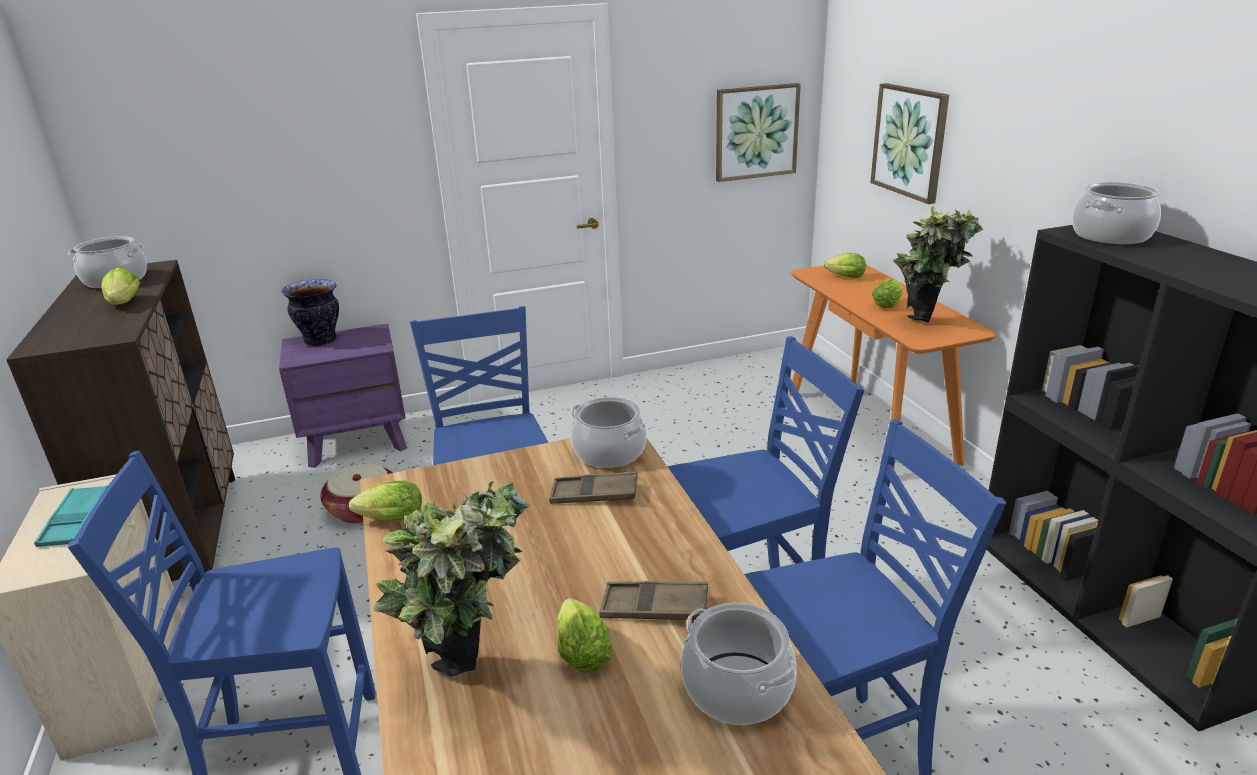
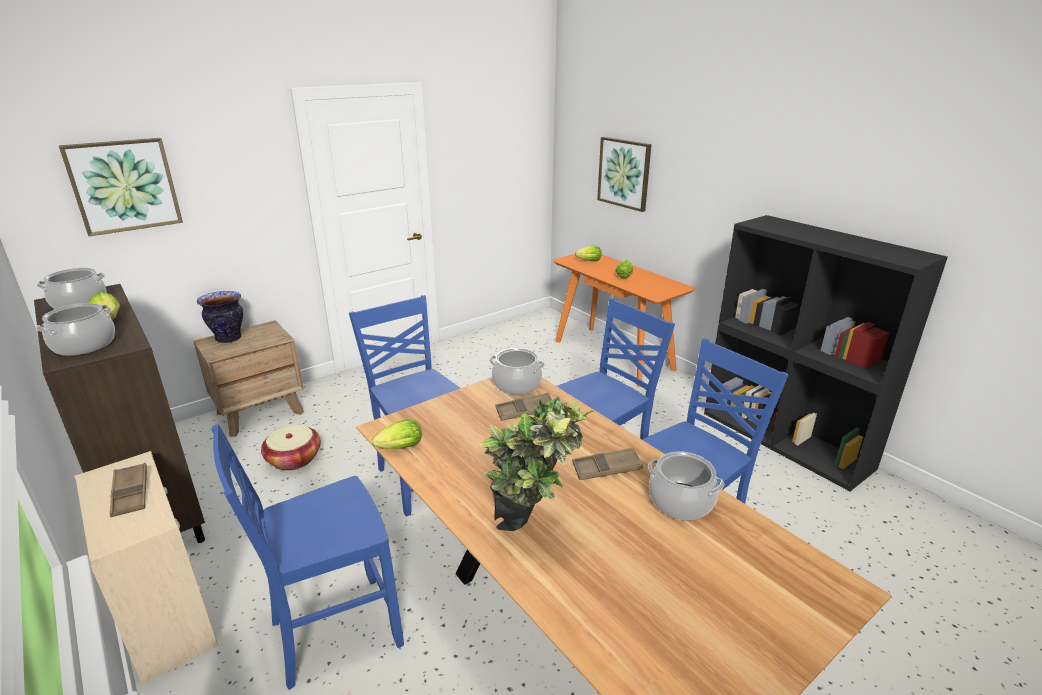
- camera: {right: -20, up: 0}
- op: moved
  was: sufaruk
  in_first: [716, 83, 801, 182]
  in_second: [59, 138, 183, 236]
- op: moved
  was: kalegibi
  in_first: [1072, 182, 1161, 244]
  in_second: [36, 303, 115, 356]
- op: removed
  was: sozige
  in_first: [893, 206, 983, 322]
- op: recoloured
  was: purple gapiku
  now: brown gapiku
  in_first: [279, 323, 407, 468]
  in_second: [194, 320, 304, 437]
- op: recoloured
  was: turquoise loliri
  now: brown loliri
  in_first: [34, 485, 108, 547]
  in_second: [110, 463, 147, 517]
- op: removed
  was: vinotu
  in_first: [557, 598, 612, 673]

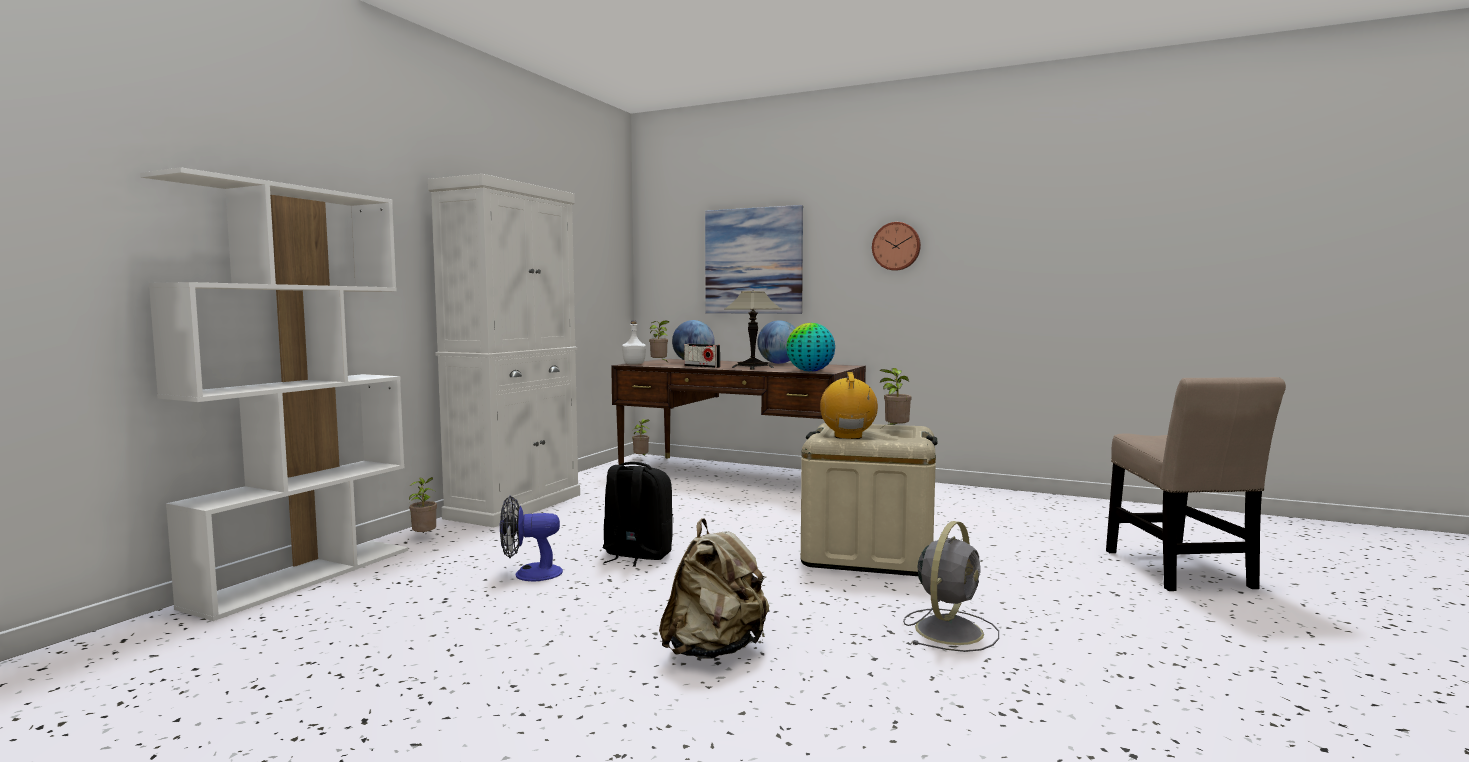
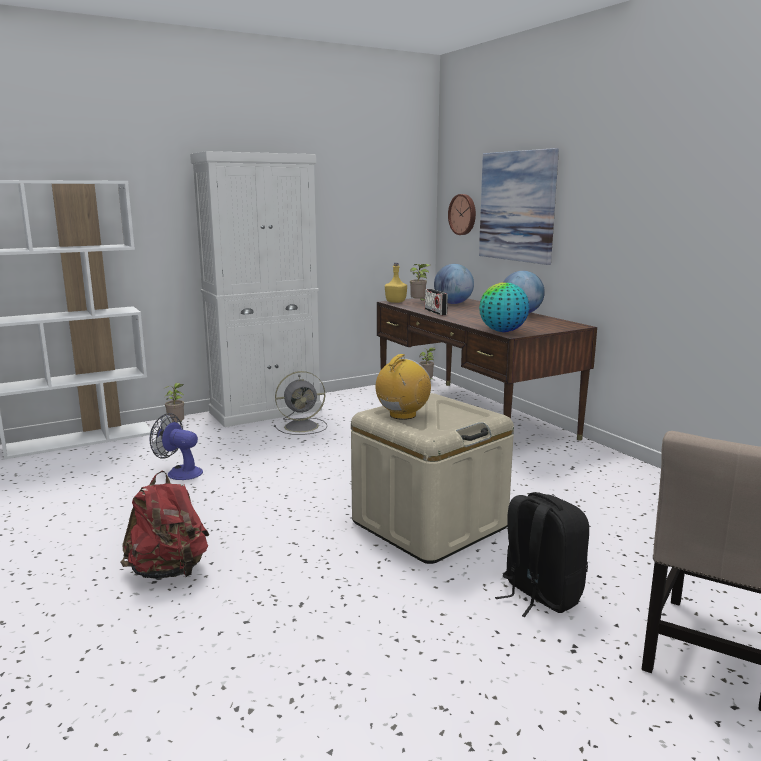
- camera: {right: 35, up: 10}
- op: moved
  was: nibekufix
  in_first: [872, 222, 921, 271]
  in_second: [448, 194, 476, 235]
- op: removed
  was: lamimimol
  in_first: [725, 291, 781, 370]
- op: recoloured
  was: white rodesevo
  now: yellow rodesevo
  in_first: [622, 321, 646, 365]
  in_second: [385, 263, 407, 303]
- op: removed
  was: sozige
  in_first: [880, 368, 912, 426]
- op: moved
  was: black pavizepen
  in_first: [603, 462, 673, 567]
  in_second: [495, 492, 589, 617]
- op: recoloured
  was: beige pavizepen
  now: red pavizepen
  in_first: [659, 518, 769, 659]
  in_second: [120, 471, 210, 579]
- op: moved
  was: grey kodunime
  in_first: [903, 521, 999, 652]
  in_second: [274, 371, 327, 435]

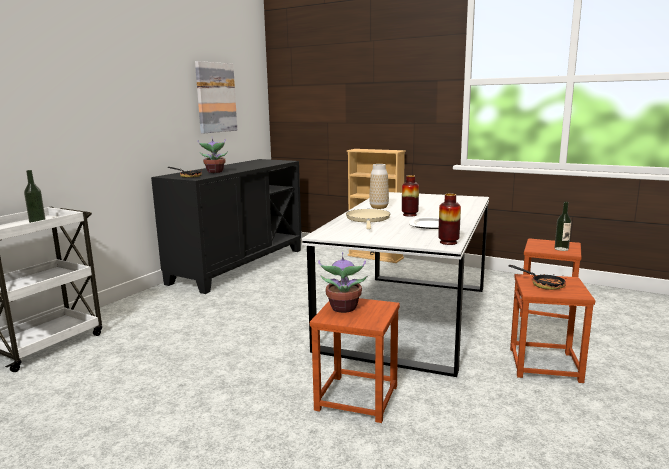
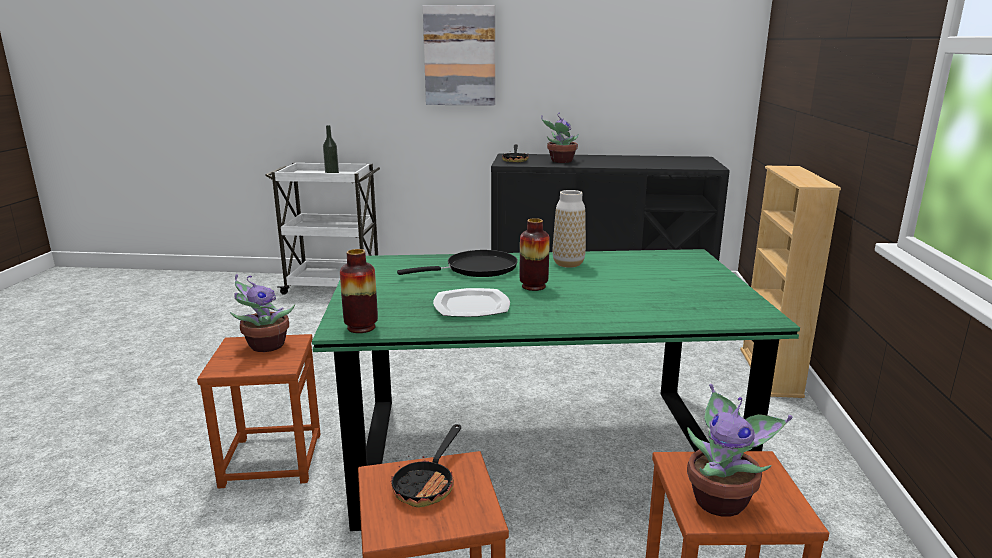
- camera: {right: 65, up: 5}
- op: moved
  was: sufaruk
  in_first: [195, 61, 237, 134]
  in_second: [423, 5, 495, 106]
- op: recoloured
  was: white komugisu
  now: green komugisu
  in_first: [302, 192, 489, 377]
  in_second: [312, 249, 800, 531]
- op: replaced
  was: rodesevo
  now: sozige
  in_first: [555, 202, 571, 251]
  in_second: [687, 384, 792, 517]
- op: recoloured
  was: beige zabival
  now: black zabival
  in_first: [346, 209, 391, 229]
  in_second: [397, 250, 518, 277]

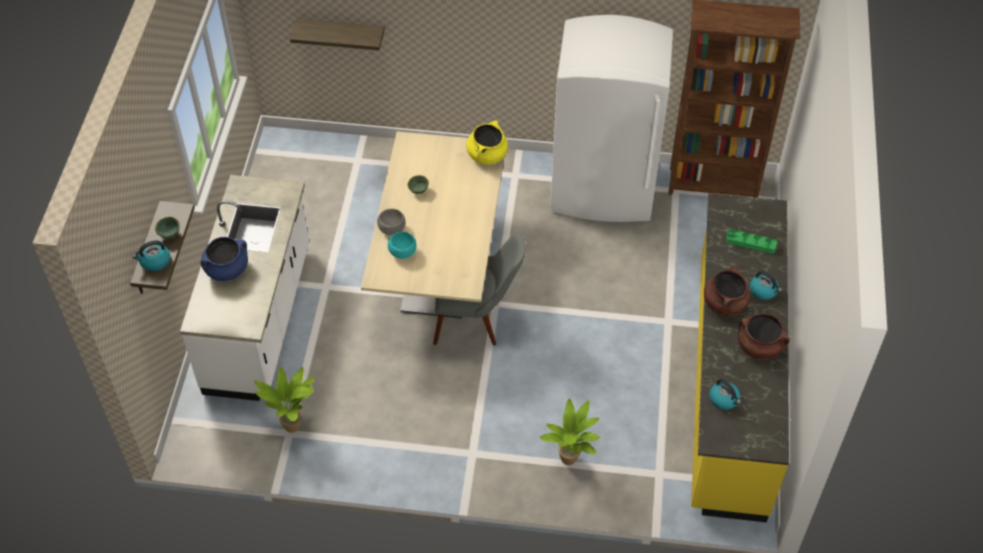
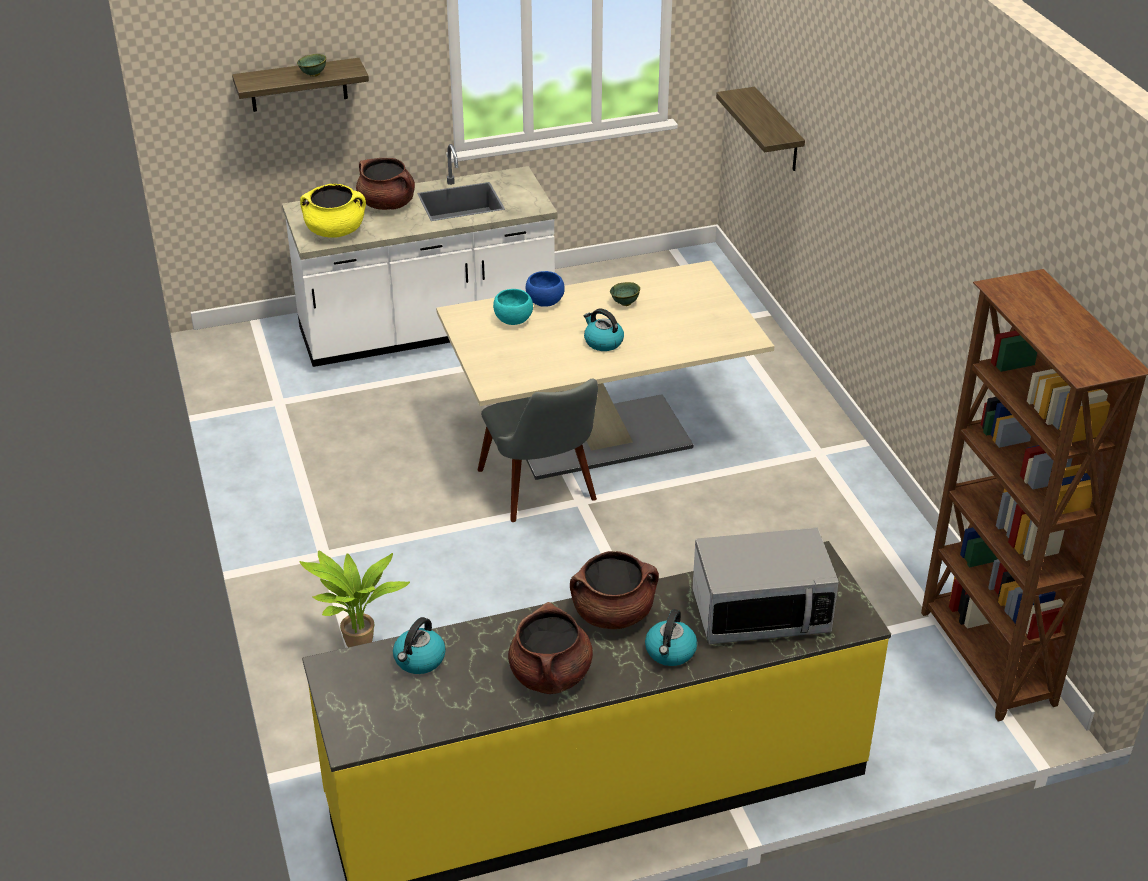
- camera: {right: 65, up: -15}
- op: removed
  was: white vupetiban
  in_first: [550, 15, 673, 222]
- op: moved
  was: yellow kalegibi
  in_first: [466, 120, 508, 165]
  in_second: [300, 184, 366, 238]
- op: recoloured
  was: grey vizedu
  now: blue vizedu
  in_first: [377, 209, 405, 235]
  in_second: [526, 271, 565, 307]
- op: replaced
  was: green loliri
  now: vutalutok
  in_first: [726, 229, 777, 254]
  in_second: [692, 528, 839, 644]
- op: recoloured
  was: blue kalegibi
  now: brown kalegibi
  in_first: [200, 237, 248, 281]
  in_second: [356, 158, 415, 210]
- op: moved
  was: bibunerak
  in_first: [132, 241, 170, 271]
  in_second: [584, 308, 624, 351]
- op: removed
  was: sozige
  in_first: [254, 367, 314, 433]

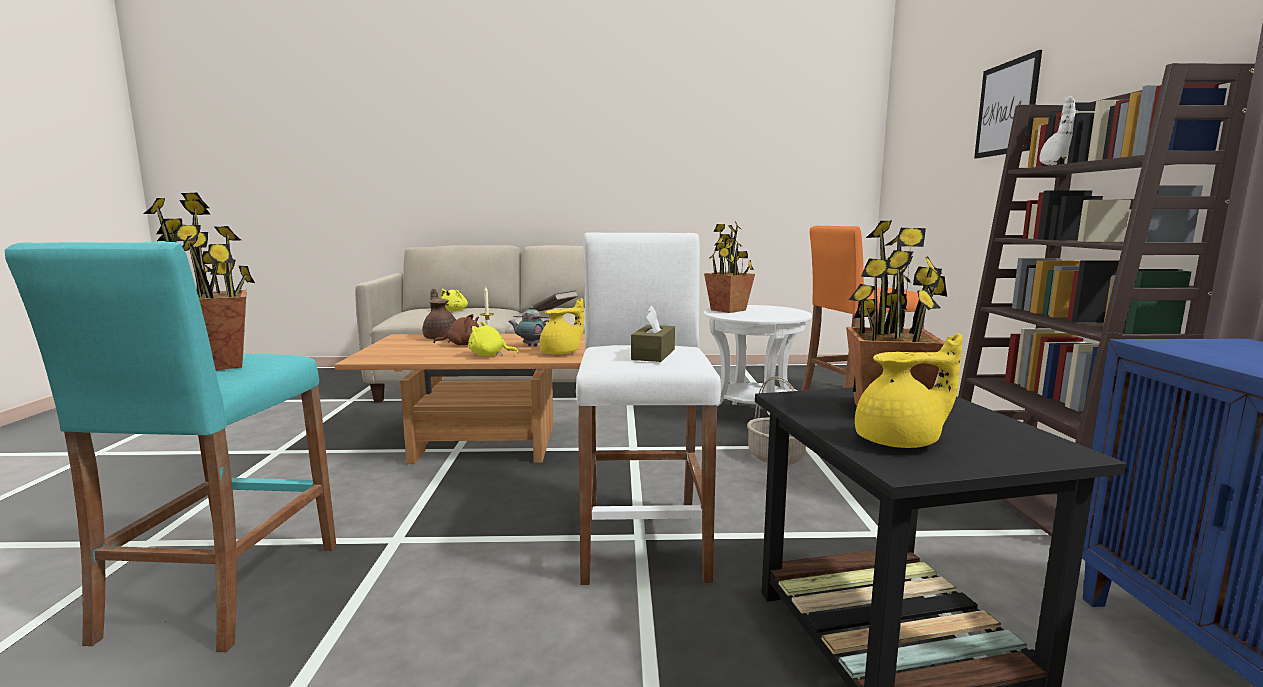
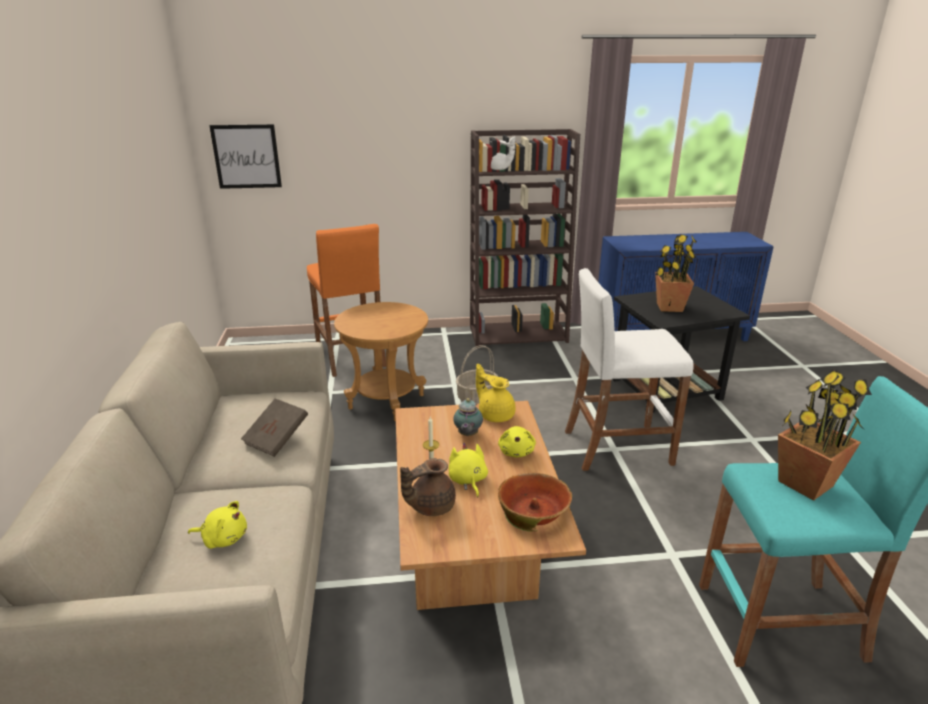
- camera: {right: -95, up: 15}
- op: moved
  was: sufaruk
  in_first: [974, 50, 1042, 159]
  in_second: [209, 124, 282, 189]
- op: removed
  was: sozige
  in_first: [704, 221, 755, 313]
- op: recoloured
  was: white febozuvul
  now: brown febozuvul
  in_first: [703, 305, 812, 415]
  in_second: [334, 302, 428, 421]
- op: removed
  was: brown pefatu
  in_first: [631, 306, 675, 362]
- op: recoloured
  was: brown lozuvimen
  now: yellow lozuvimen
  in_first: [433, 314, 479, 345]
  in_second: [449, 443, 488, 498]
- op: removed
  was: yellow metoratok
  in_first: [855, 333, 963, 448]
- op: added
  now: vizedu
  in_second: [498, 473, 572, 532]

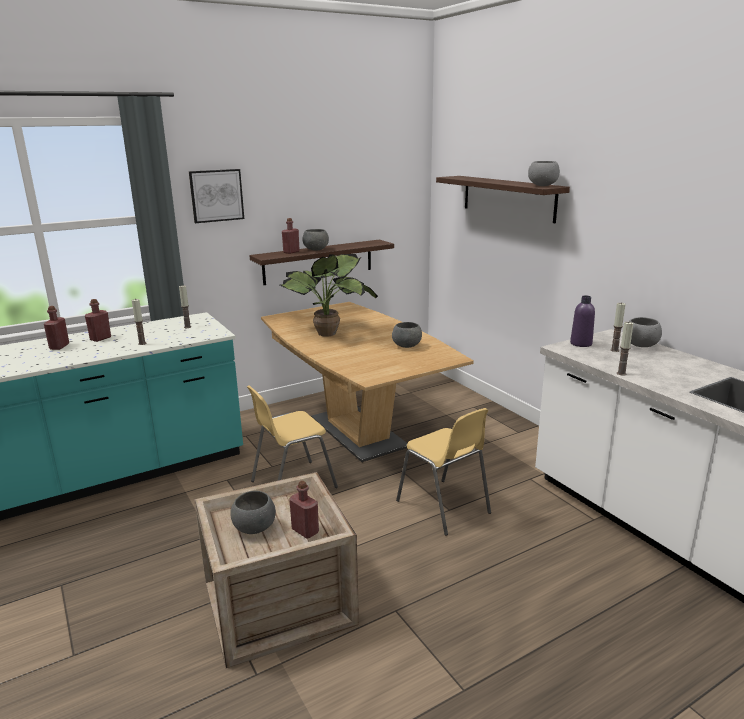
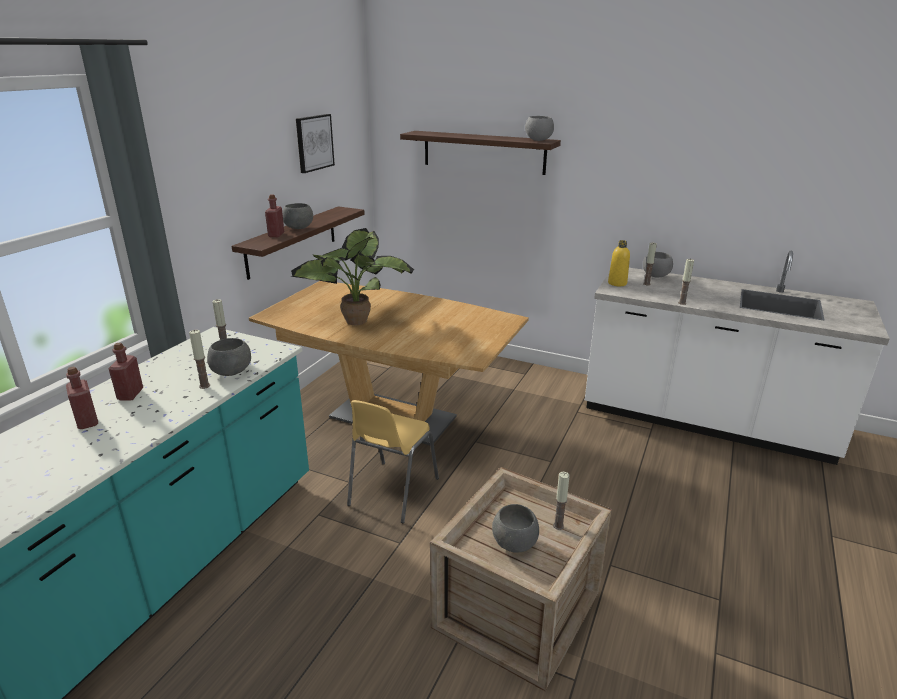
- camera: {right: -35, up: 5}
- op: moved
  was: sufaruk
  in_first: [189, 169, 244, 223]
  in_second: [296, 114, 335, 173]
- op: recoloured
  was: purple rodesevo
  now: yellow rodesevo
  in_first: [570, 295, 595, 347]
  in_second: [608, 240, 630, 286]
- op: moved
  was: grey vizedu
  in_first: [392, 322, 422, 348]
  in_second: [207, 338, 251, 376]
- op: removed
  was: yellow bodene
  in_first: [396, 408, 491, 536]
- op: replaced
  was: red rodesevo
  now: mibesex
  in_first: [289, 481, 319, 539]
  in_second: [553, 472, 570, 530]

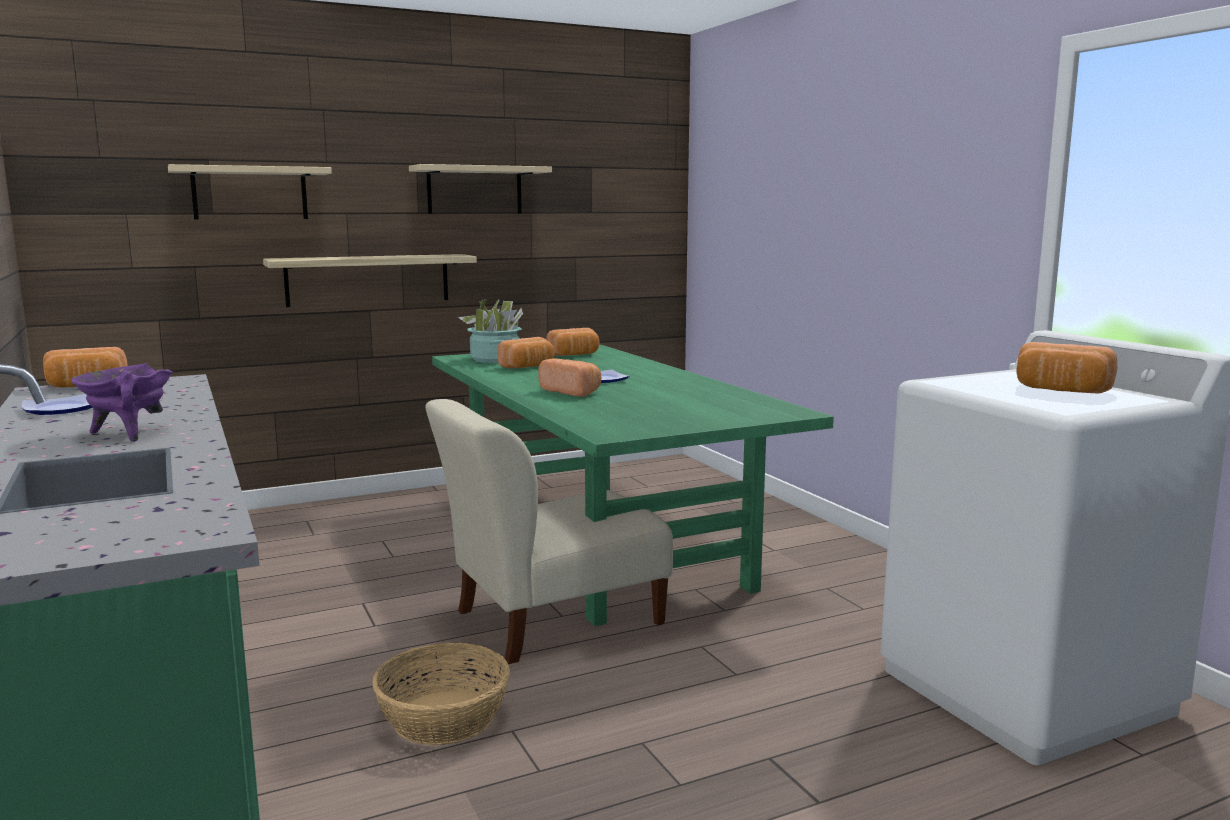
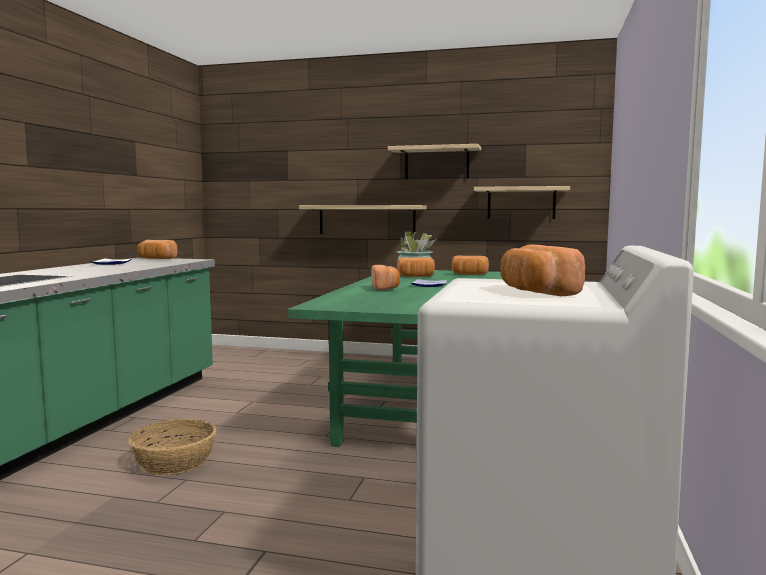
- camera: {right: 40, up: -5}
- op: moved
  was: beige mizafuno
  in_first: [168, 164, 332, 220]
  in_second: [474, 186, 570, 219]
- op: removed
  was: purple kalegibi
  in_first: [71, 363, 173, 442]
- op: removed
  was: beige bodene
  in_first: [426, 399, 673, 664]

